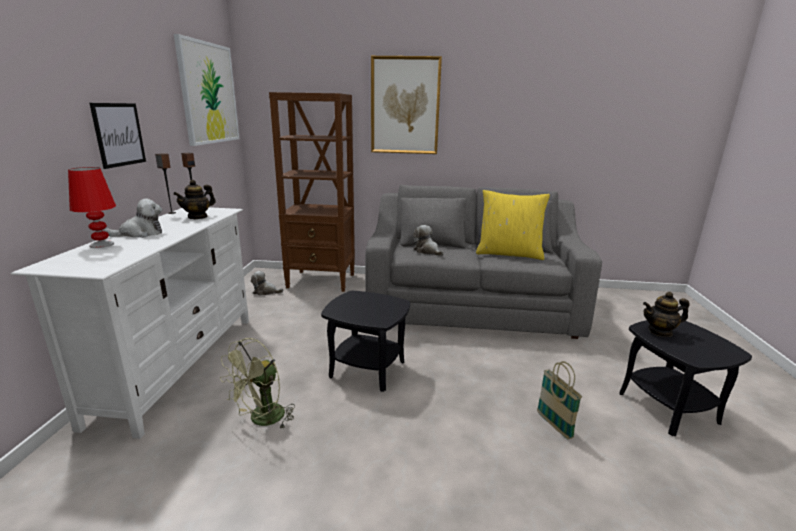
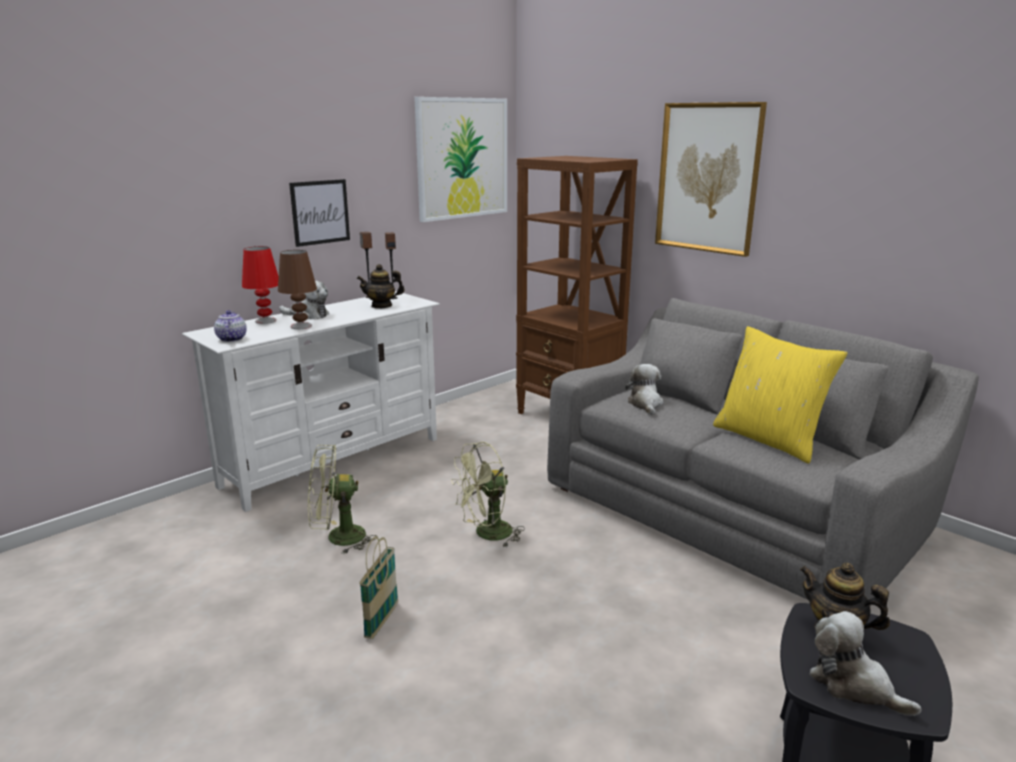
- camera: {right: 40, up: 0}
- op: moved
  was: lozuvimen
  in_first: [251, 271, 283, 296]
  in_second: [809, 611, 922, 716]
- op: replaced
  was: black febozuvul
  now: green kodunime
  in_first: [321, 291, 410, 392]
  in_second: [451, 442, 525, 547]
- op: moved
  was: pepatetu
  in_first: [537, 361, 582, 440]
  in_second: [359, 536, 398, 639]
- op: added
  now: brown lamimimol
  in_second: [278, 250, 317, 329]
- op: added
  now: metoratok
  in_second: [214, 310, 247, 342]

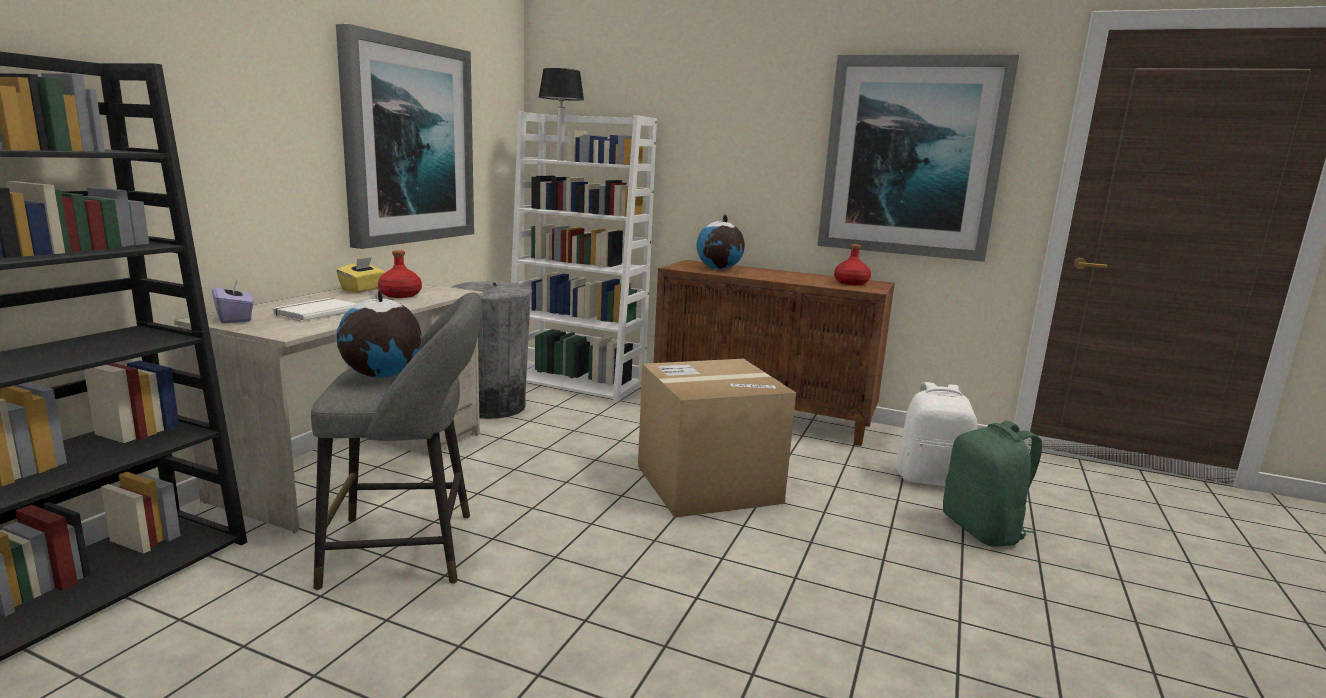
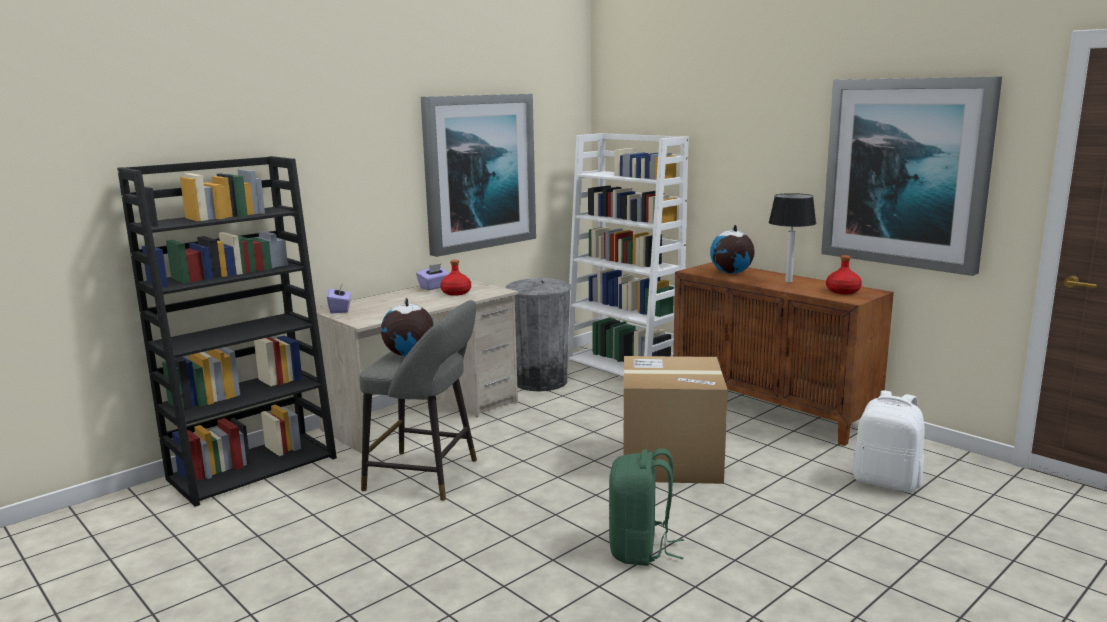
- camera: {right: 25, up: 0}
- op: moved
  was: lamimimol
  in_first: [538, 68, 584, 161]
  in_second: [769, 193, 816, 283]
- op: recoloured
  was: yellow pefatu
  now: purple pefatu
  in_first: [336, 257, 386, 293]
  in_second: [416, 264, 450, 290]
- op: removed
  was: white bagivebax
  in_first: [272, 298, 357, 322]
- op: moved
  was: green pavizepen
  in_first: [943, 421, 1042, 547]
  in_second: [609, 448, 684, 566]

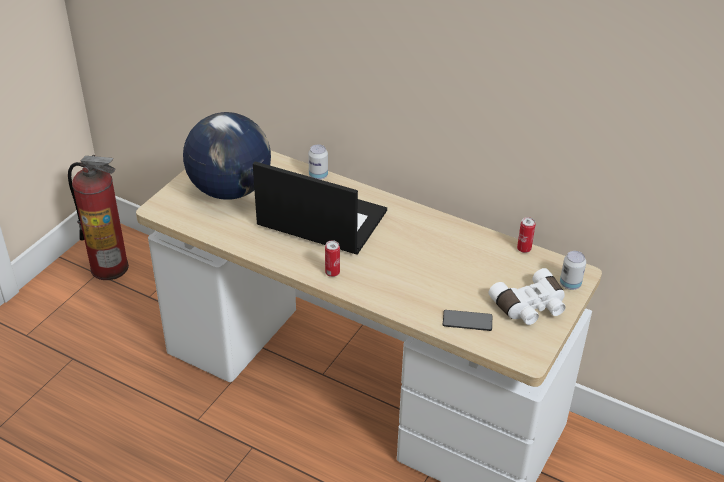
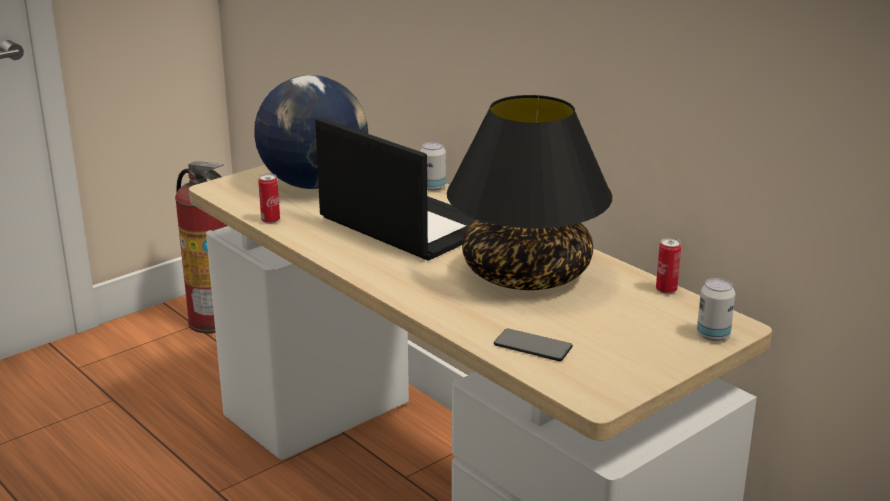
- camera: {right: 20, up: -15}
- op: moved
  was: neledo
  in_first: [325, 240, 340, 277]
  in_second: [258, 173, 280, 224]
- op: removed
  was: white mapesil
  in_first: [488, 268, 565, 325]
- op: added
  now: black lamimimol
  in_second: [447, 95, 612, 290]

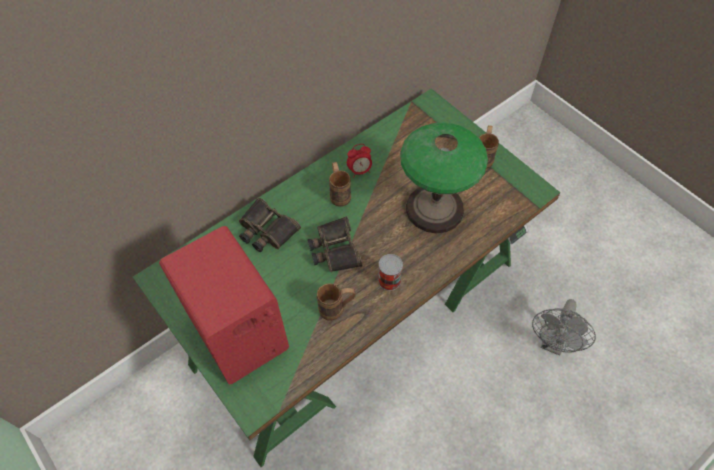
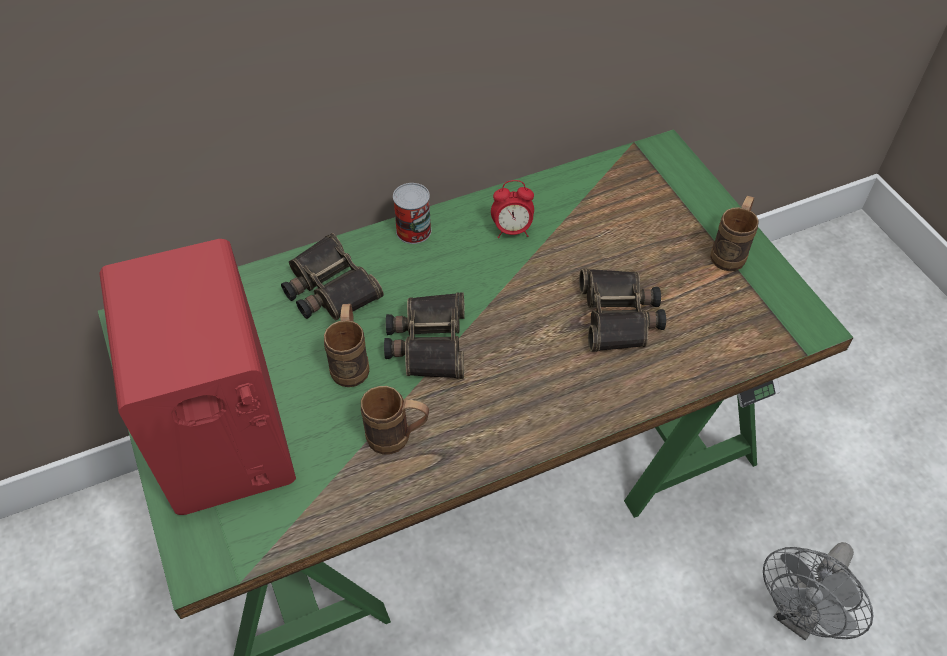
- camera: {right: 15, up: -5}
- op: replaced
  was: lamimimol
  now: mapesil
  in_first: [400, 123, 488, 233]
  in_second: [579, 268, 666, 352]
- op: moved
  was: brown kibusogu
  in_first: [329, 162, 351, 207]
  in_second: [324, 304, 370, 387]
- op: moved
  was: neledo
  in_first: [378, 254, 403, 291]
  in_second: [393, 183, 432, 244]

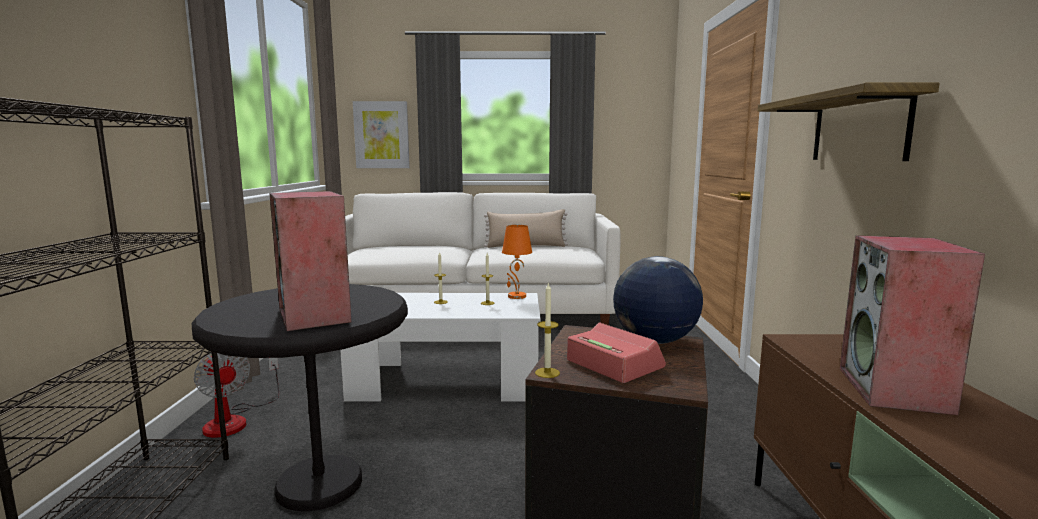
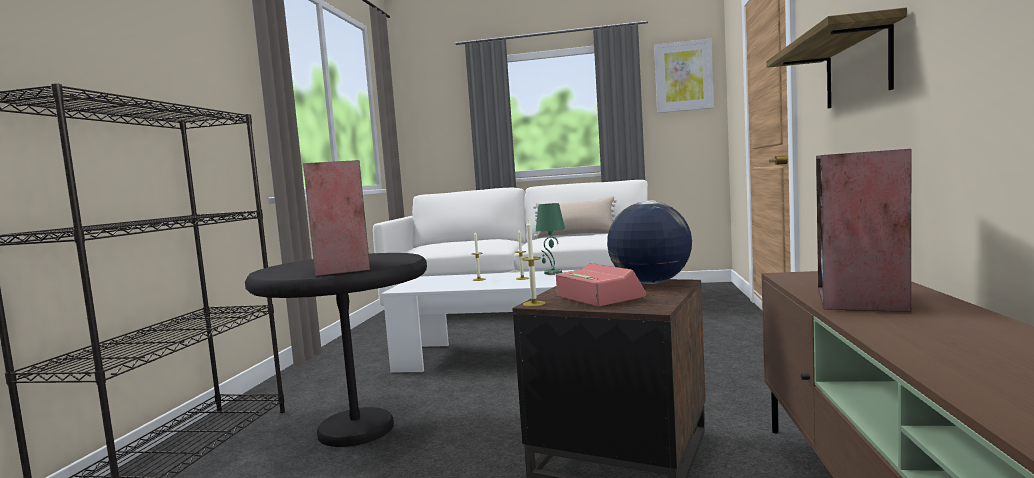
- camera: {right: 10, up: -5}
- op: moved
  was: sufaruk
  in_first: [353, 101, 410, 168]
  in_second: [654, 39, 714, 113]
- op: recoloured
  was: orange lamimimol
  now: green lamimimol
  in_first: [502, 225, 532, 299]
  in_second: [536, 203, 565, 275]
- op: removed
  was: kodunime
  in_first: [194, 353, 279, 438]

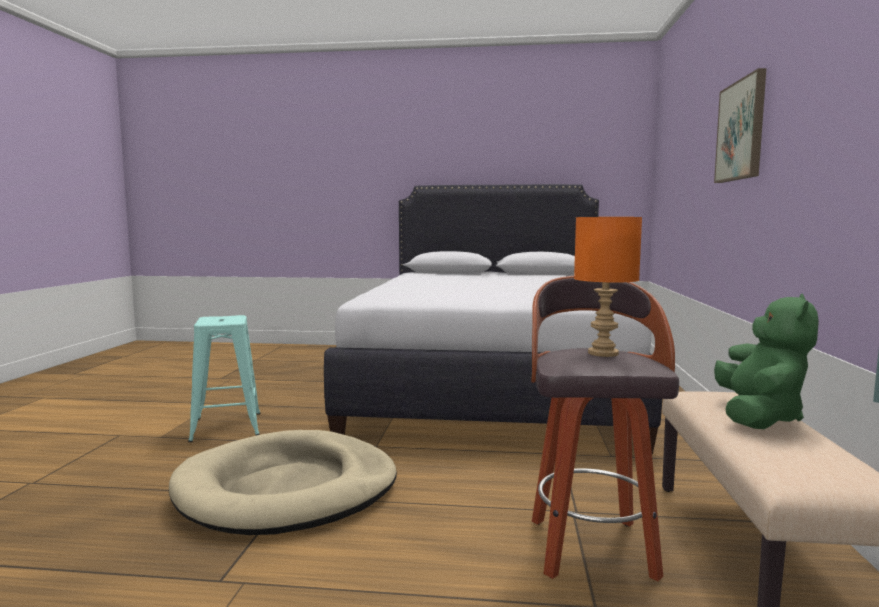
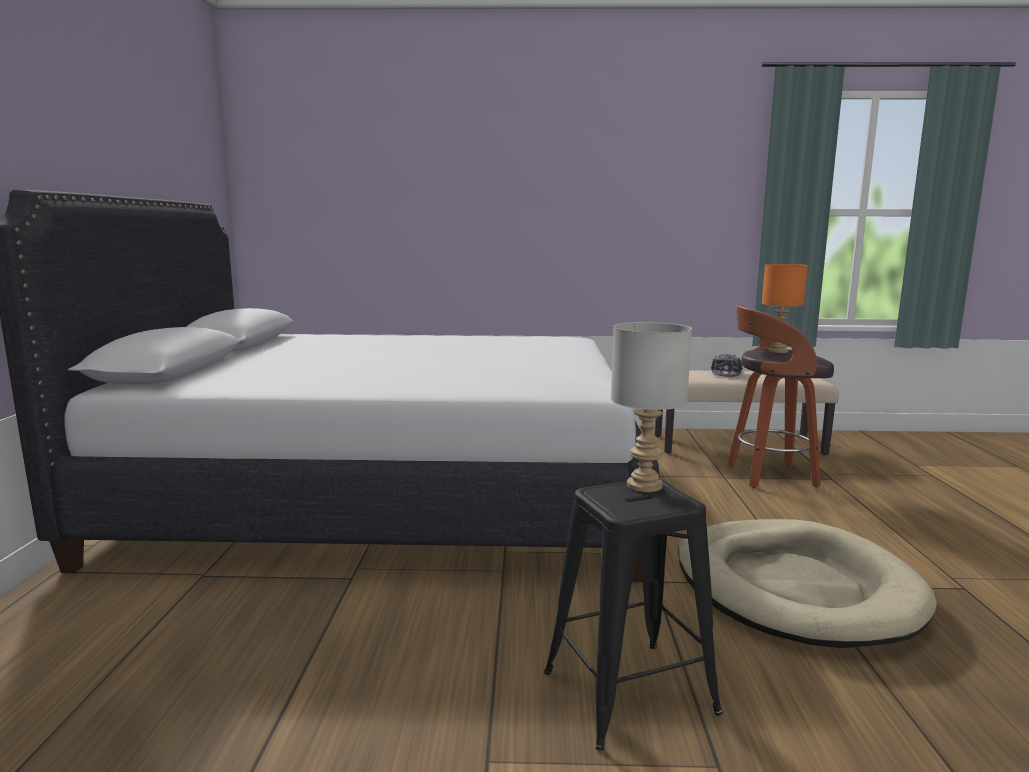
- camera: {right: -95, up: 5}
- op: removed
  was: sufaruk
  in_first: [714, 68, 766, 183]
- op: replaced
  was: green lozuvimen
  now: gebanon
  in_first: [714, 294, 819, 429]
  in_second: [711, 354, 743, 377]
- op: recoloured
  was: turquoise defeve
  now: black defeve
  in_first: [188, 315, 260, 442]
  in_second: [544, 479, 723, 751]
- op: added
  now: grey lamimimol
  in_second: [611, 322, 692, 492]

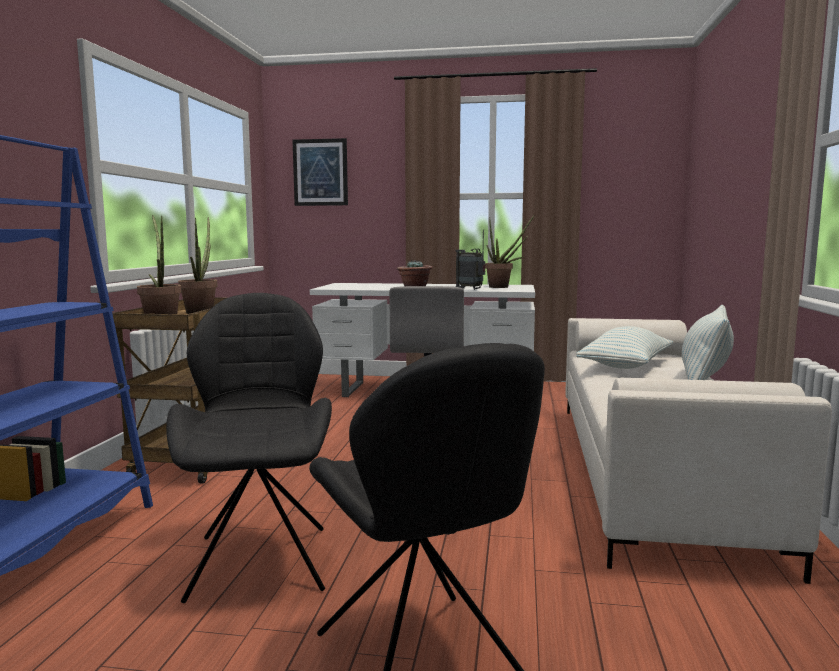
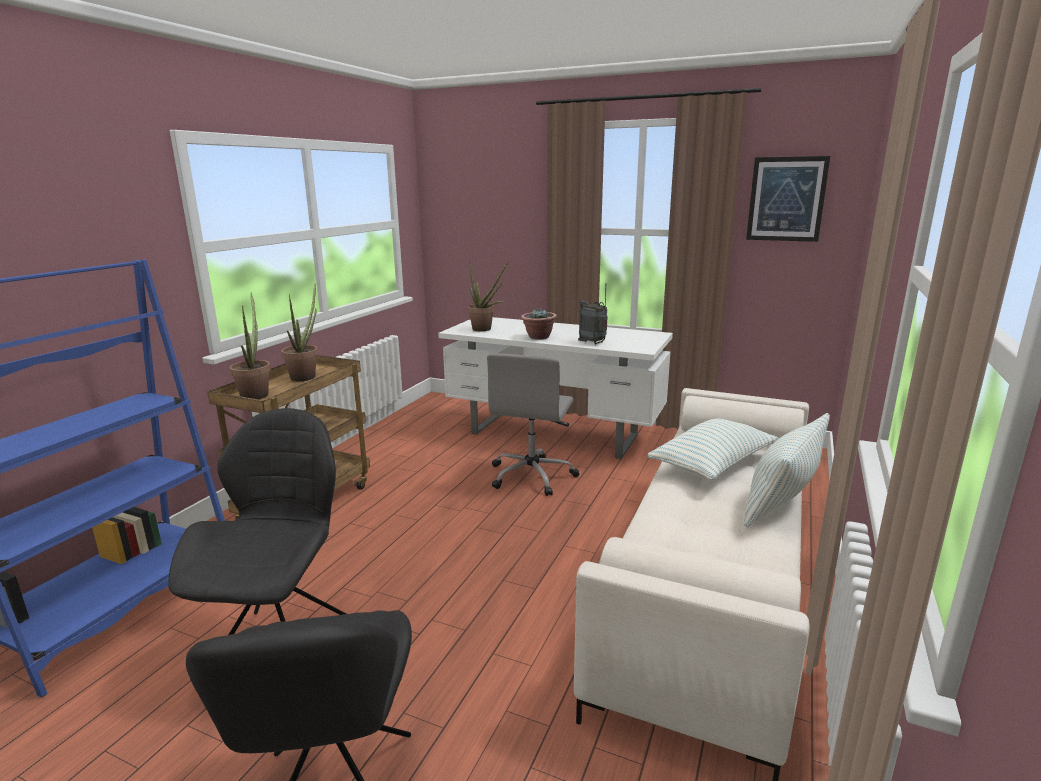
- camera: {right: 15, up: 10}
- op: moved
  was: sufaruk
  in_first: [293, 138, 348, 206]
  in_second: [746, 156, 830, 242]
- op: moved
  was: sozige
  in_first: [485, 216, 534, 288]
  in_second: [468, 261, 509, 331]

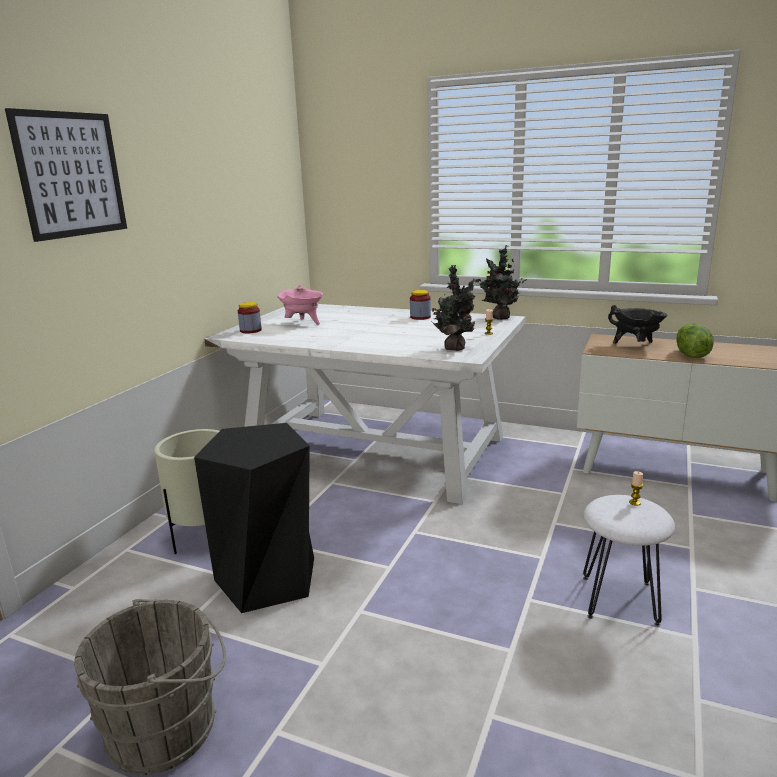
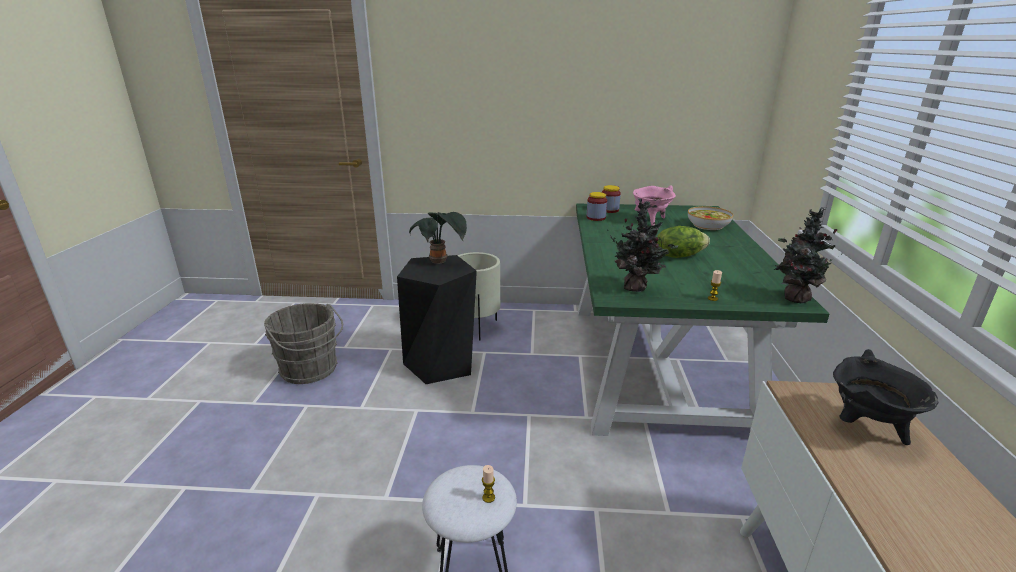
- camera: {right: 70, up: 5}
- op: removed
  was: sufaruk
  in_first: [5, 108, 127, 242]
- op: moved
  was: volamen
  in_first: [410, 290, 431, 320]
  in_second: [586, 192, 607, 221]
- op: recoloured
  was: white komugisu
  now: green komugisu
  in_first: [204, 304, 525, 504]
  in_second: [576, 203, 829, 436]
- op: moved
  was: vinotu
  in_first: [676, 323, 714, 358]
  in_second: [657, 226, 710, 258]
- op: added
  now: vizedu
  in_second: [688, 206, 733, 230]
- op: added
  now: sozige
  in_second: [409, 212, 467, 264]

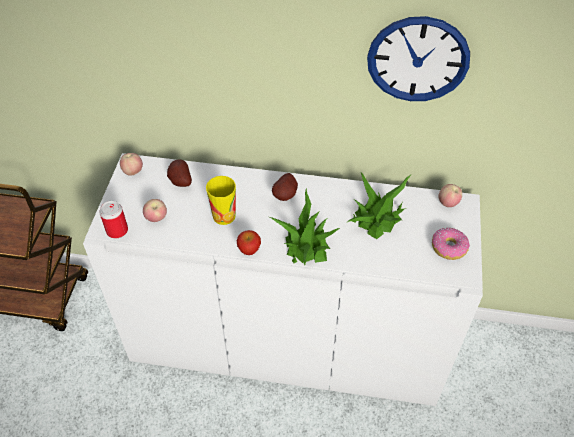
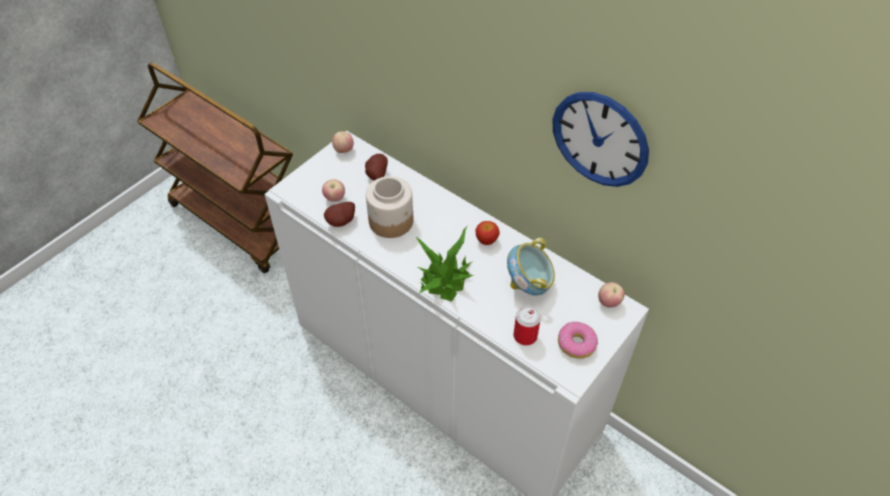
- camera: {right: 30, up: 0}
- op: moved
  was: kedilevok
  in_first: [272, 173, 298, 201]
  in_second: [324, 202, 355, 227]
- op: replaced
  was: sozige
  now: vizedu
  in_first: [346, 173, 412, 239]
  in_second: [507, 238, 555, 296]
- op: replaced
  was: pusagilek
  now: volamen
  in_first: [206, 176, 236, 225]
  in_second: [366, 176, 413, 238]
- op: moved
  was: neledo
  in_first: [99, 201, 128, 238]
  in_second: [514, 305, 541, 345]
- op: moved
  was: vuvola
  in_first: [237, 230, 261, 255]
  in_second: [475, 221, 500, 245]

